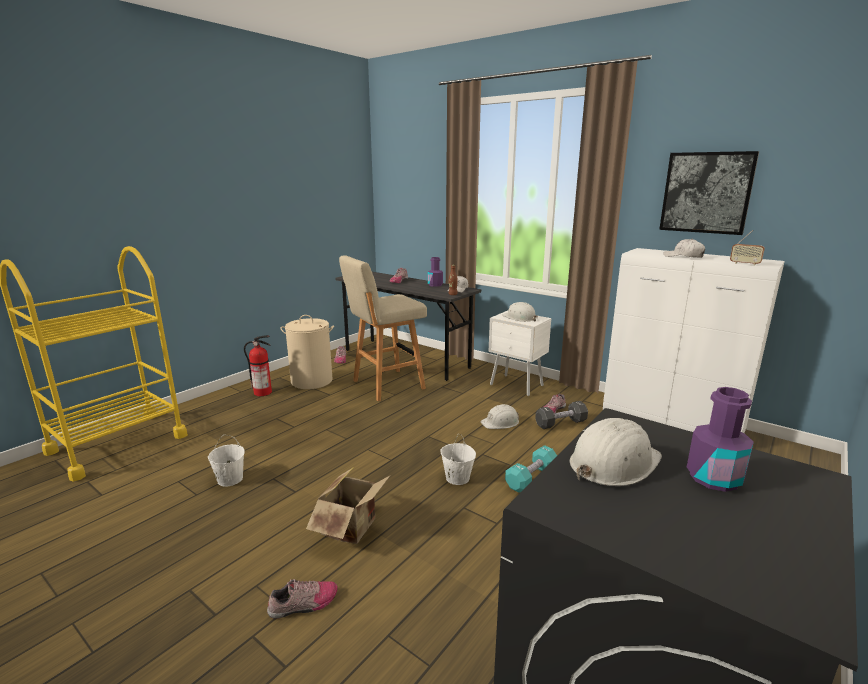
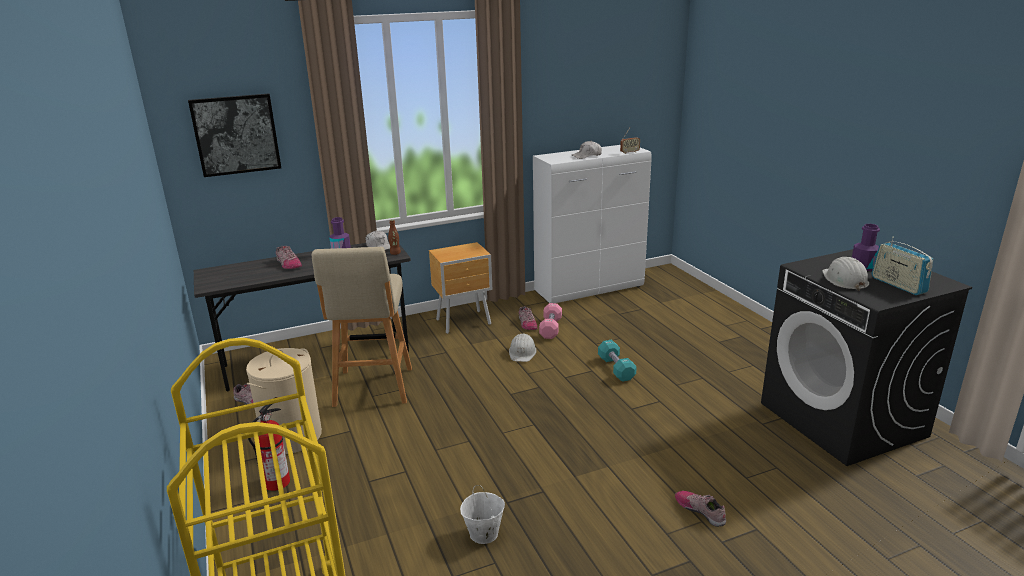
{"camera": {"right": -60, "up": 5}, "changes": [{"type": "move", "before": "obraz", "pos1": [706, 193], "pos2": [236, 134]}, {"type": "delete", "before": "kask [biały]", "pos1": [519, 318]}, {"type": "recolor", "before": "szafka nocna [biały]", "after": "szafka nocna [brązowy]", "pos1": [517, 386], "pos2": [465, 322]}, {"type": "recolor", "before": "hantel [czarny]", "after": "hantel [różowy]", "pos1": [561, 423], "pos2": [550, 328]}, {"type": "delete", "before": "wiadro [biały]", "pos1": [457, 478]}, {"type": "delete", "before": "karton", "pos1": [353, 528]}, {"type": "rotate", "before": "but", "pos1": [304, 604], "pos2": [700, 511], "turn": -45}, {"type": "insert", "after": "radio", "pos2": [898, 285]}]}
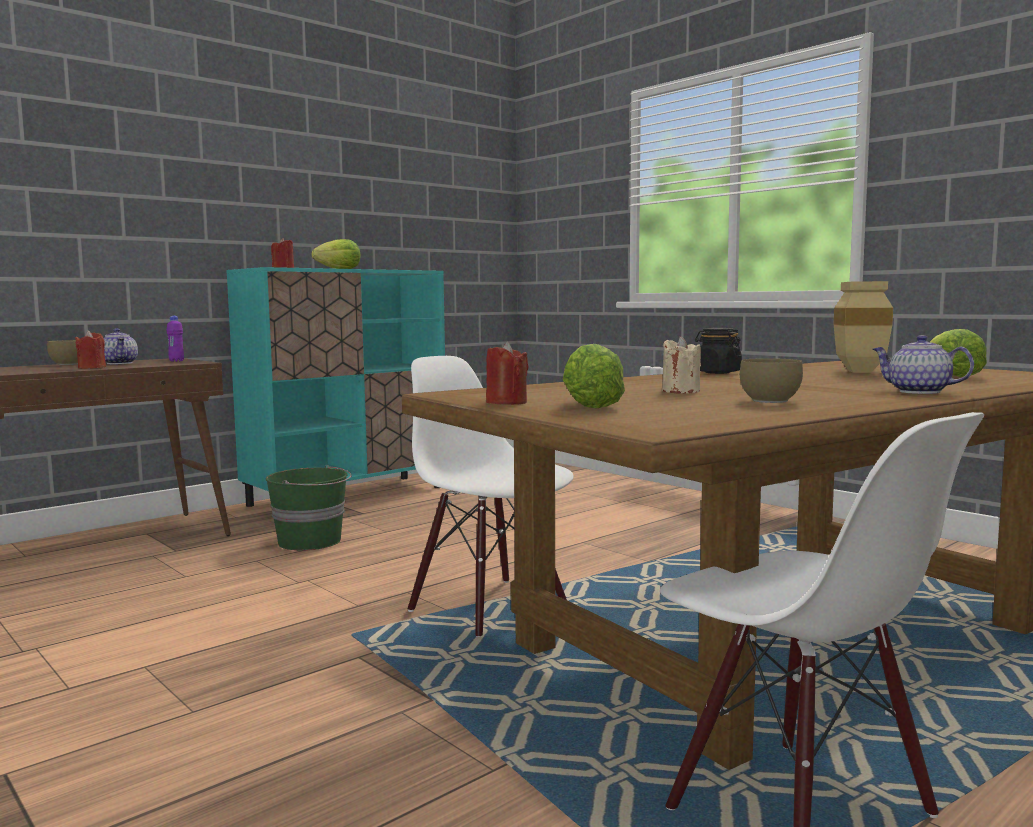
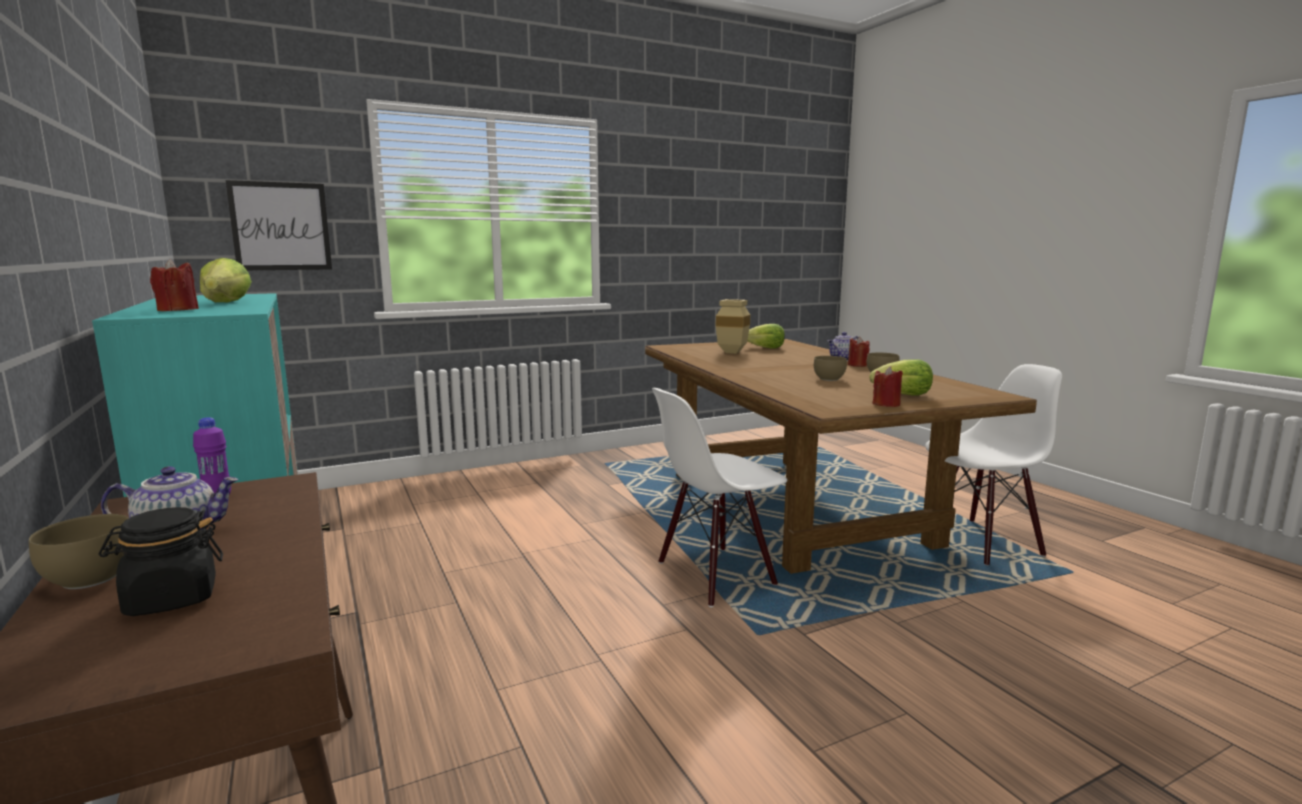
{"camera": {"right": -75, "up": 5}, "changes": [{"type": "move", "before": "słoik [czarny]", "pos1": [717, 372], "pos2": [171, 599]}, {"type": "move", "before": "świeca [czerwony]", "pos1": [92, 368], "pos2": [857, 365]}, {"type": "replace", "before": "świeca [beżowy]", "after": "miska [brązowy]", "pos1": [680, 391], "pos2": [829, 379]}, {"type": "delete", "before": "wiadro [zielony]", "pos1": [311, 541]}, {"type": "insert", "after": "obraz", "pos2": [281, 226]}]}
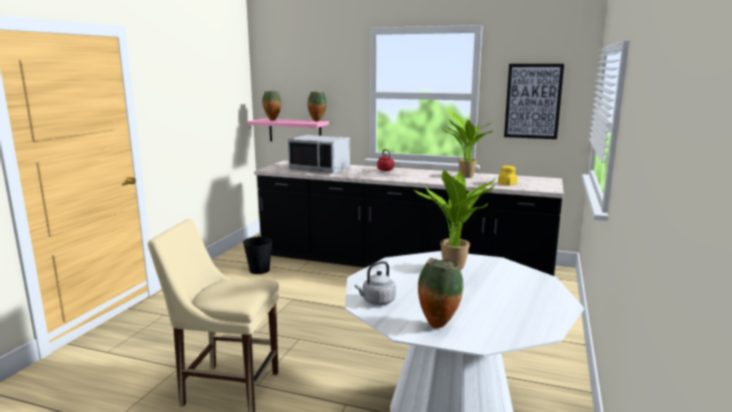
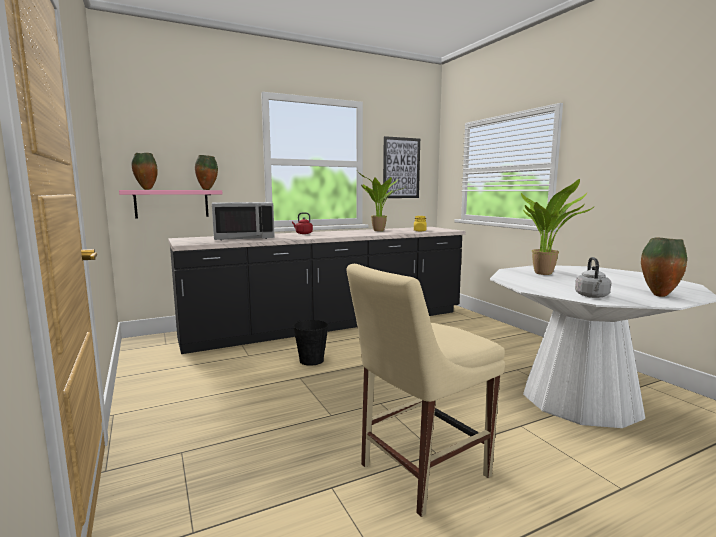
{"camera": {"right": -45, "up": -5}, "changes": [{"type": "move", "before": "wiadro [czarny]", "pos1": [259, 270], "pos2": [311, 360]}]}
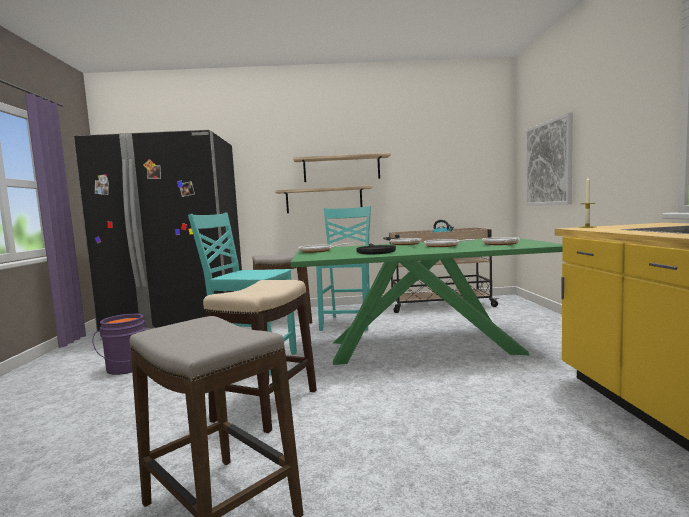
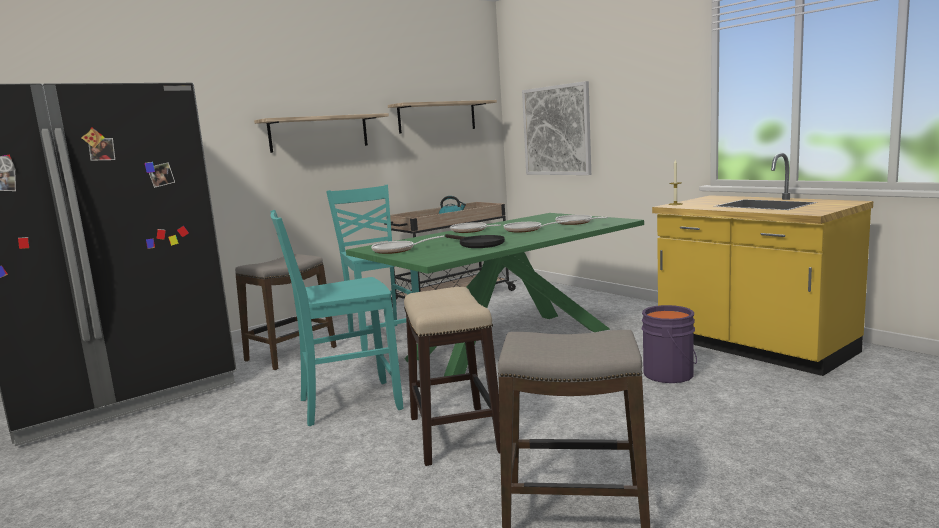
{"camera": {"right": -35, "up": 5}, "changes": [{"type": "move", "before": "półka", "pos1": [324, 200], "pos2": [437, 117]}, {"type": "move", "before": "wiadro [fioletowy]", "pos1": [128, 368], "pos2": [671, 374]}]}
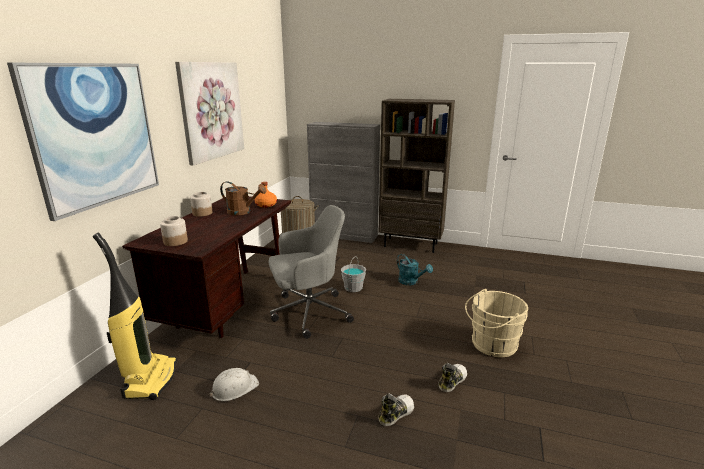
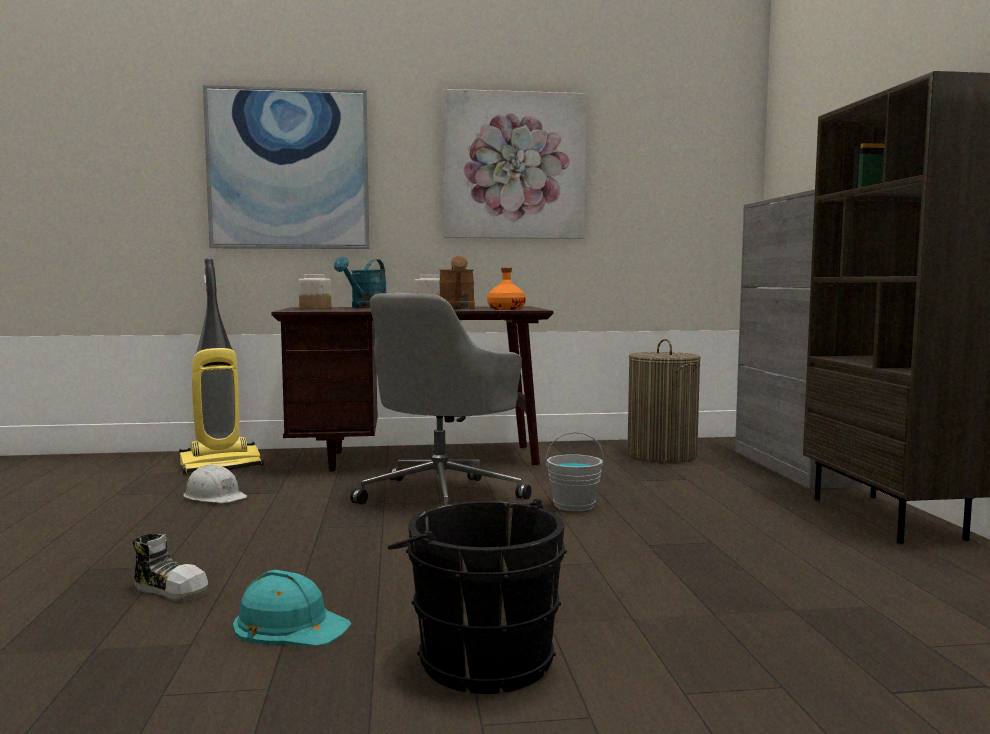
{"camera": {"right": 65, "up": -15}, "changes": [{"type": "rotate", "before": "krzesło biurowe [szary]", "pos1": [308, 313], "pos2": [442, 495], "turn": 75}, {"type": "move", "before": "konewka [turkusowy]", "pos1": [411, 282], "pos2": [365, 308]}, {"type": "recolor", "before": "wiadro [beżowy]", "after": "wiadro [czarny]", "pos1": [491, 344], "pos2": [480, 657]}, {"type": "replace", "before": "but", "after": "kask [turkusowy]", "pos1": [451, 381], "pos2": [290, 624]}]}
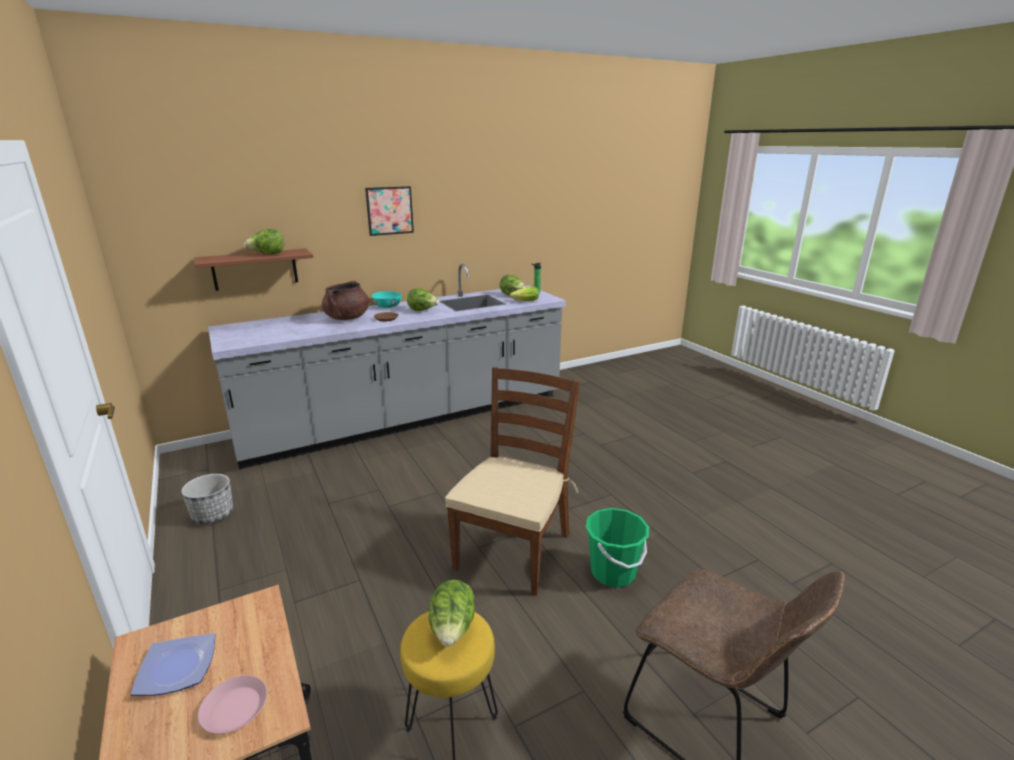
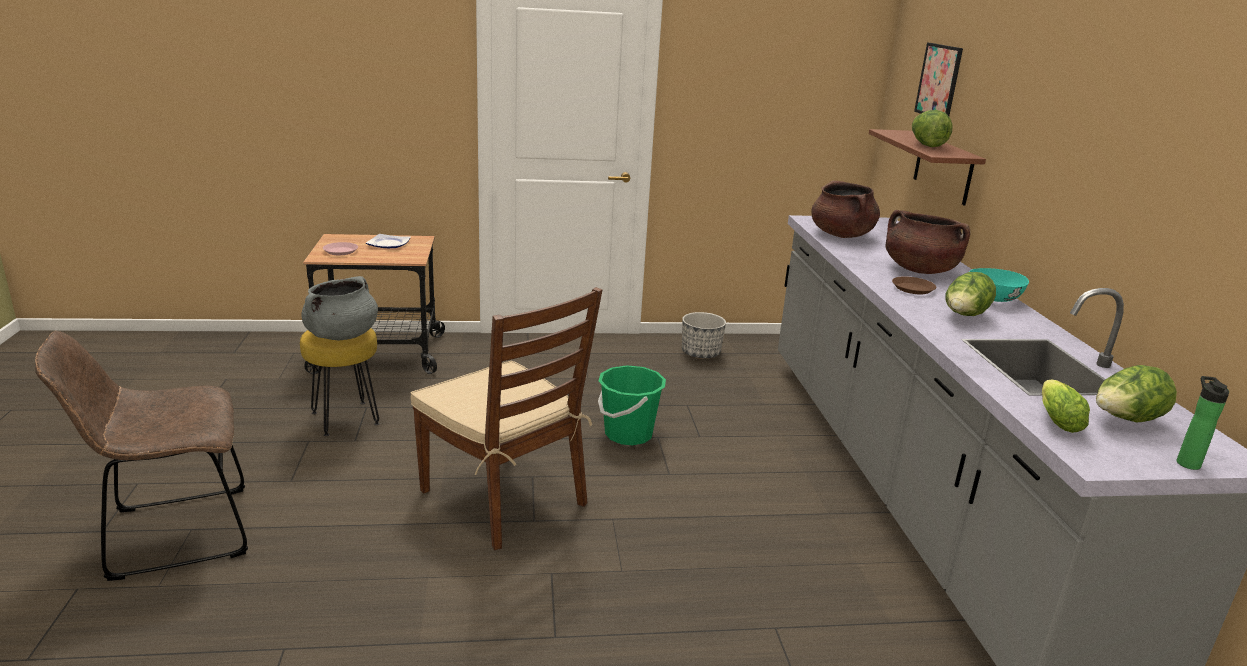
{"camera": {"right": 110, "up": 0}, "changes": [{"type": "move", "before": "obraz", "pos1": [389, 210], "pos2": [938, 81]}, {"type": "move", "before": "wiadro [zielony]", "pos1": [613, 572], "pos2": [628, 434]}, {"type": "replace", "before": "sałata", "after": "garnek [szary]", "pos1": [452, 630], "pos2": [341, 335]}, {"type": "insert", "after": "garnek [brązowy]", "pos2": [842, 235]}]}
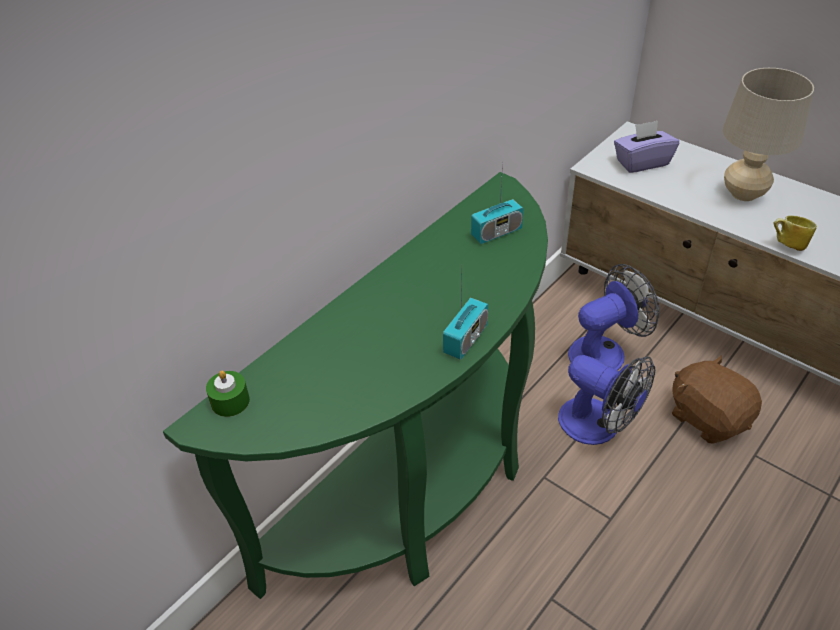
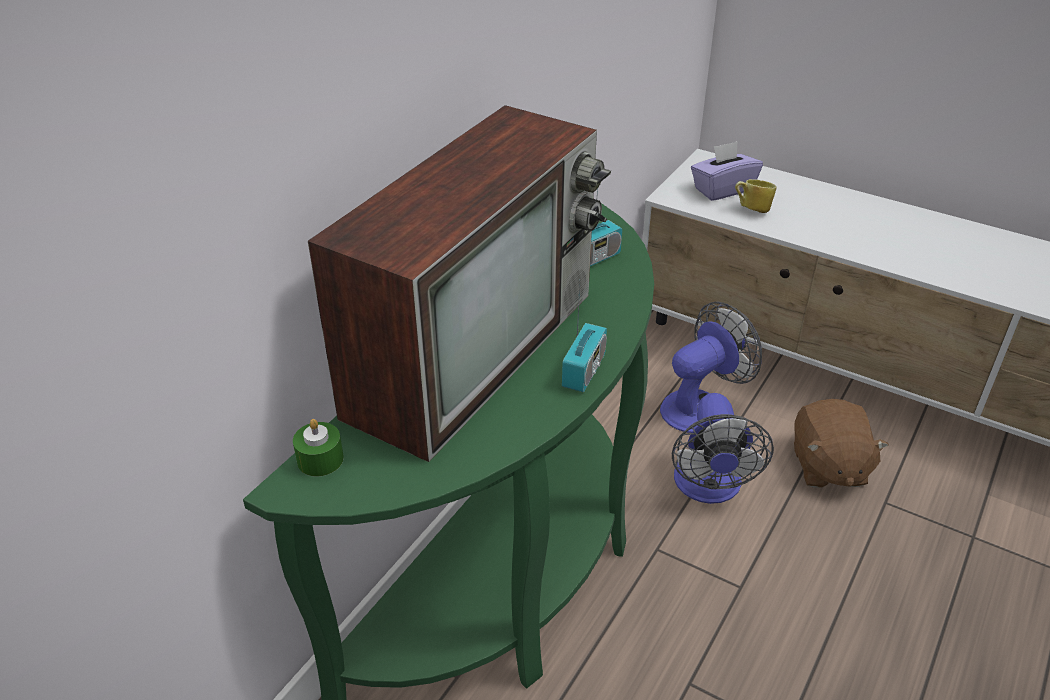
{"camera": {"right": -10, "up": -5}, "changes": [{"type": "delete", "before": "lampa stołowa [beżowy]", "pos1": [743, 194]}, {"type": "move", "before": "kubek", "pos1": [787, 245], "pos2": [751, 210]}, {"type": "rotate", "before": "wentylator", "pos1": [599, 426], "pos2": [709, 488], "turn": 60}, {"type": "rotate", "before": "pluszak [brązowy]", "pos1": [708, 417], "pos2": [827, 466], "turn": -135}, {"type": "insert", "after": "telewizor", "pos2": [474, 348]}]}
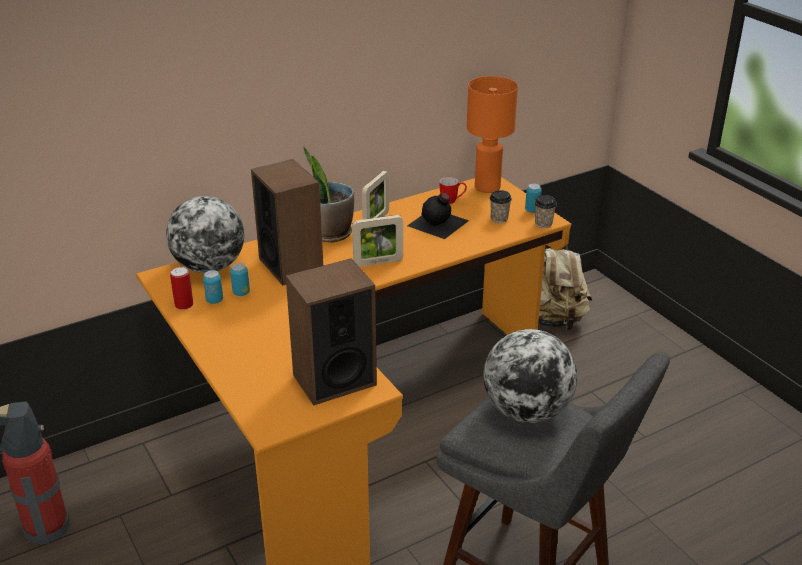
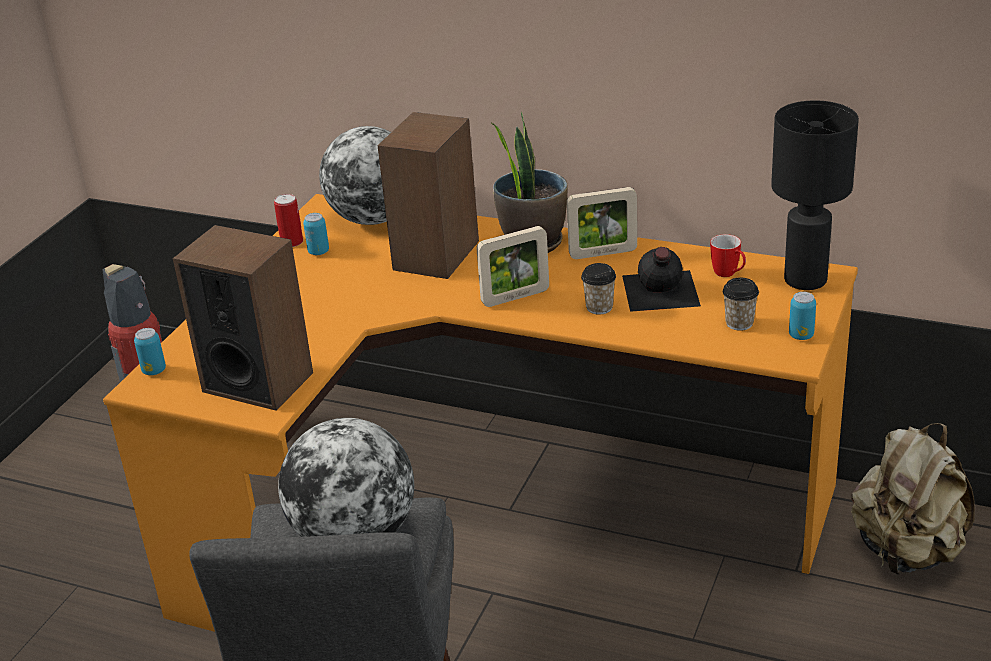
{"camera": {"right": 55, "up": 0}, "changes": [{"type": "recolor", "before": "lampa stołowa [pomarańczowy]", "after": "lampa stołowa [czarny]", "pos1": [486, 187], "pos2": [805, 279]}, {"type": "move", "before": "filiżanka", "pos1": [543, 224], "pos2": [599, 307]}, {"type": "rotate", "before": "ramka na zdjęcie", "pos1": [378, 262], "pos2": [515, 297], "turn": -60}, {"type": "move", "before": "puszka", "pos1": [241, 293], "pos2": [154, 370]}]}
